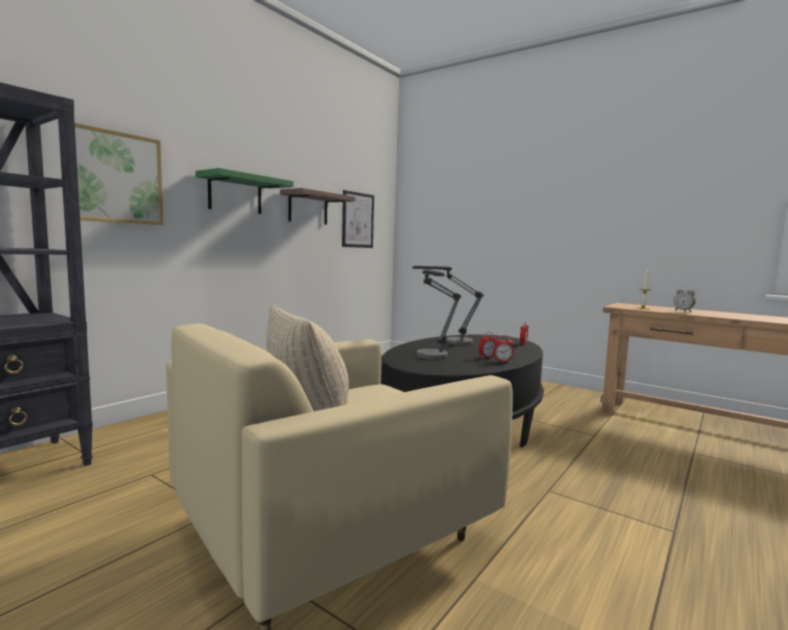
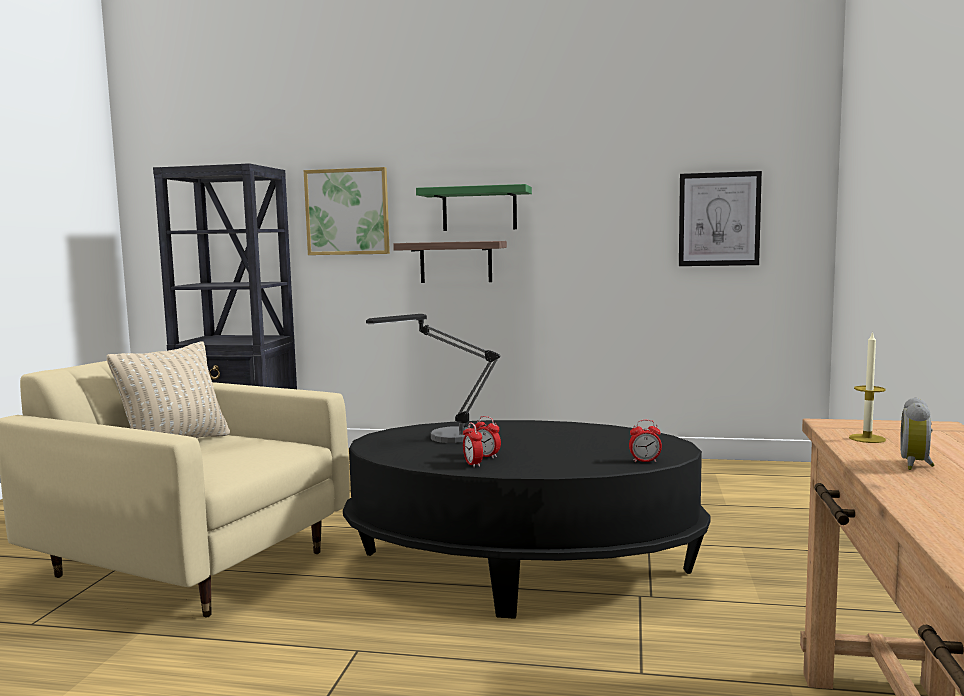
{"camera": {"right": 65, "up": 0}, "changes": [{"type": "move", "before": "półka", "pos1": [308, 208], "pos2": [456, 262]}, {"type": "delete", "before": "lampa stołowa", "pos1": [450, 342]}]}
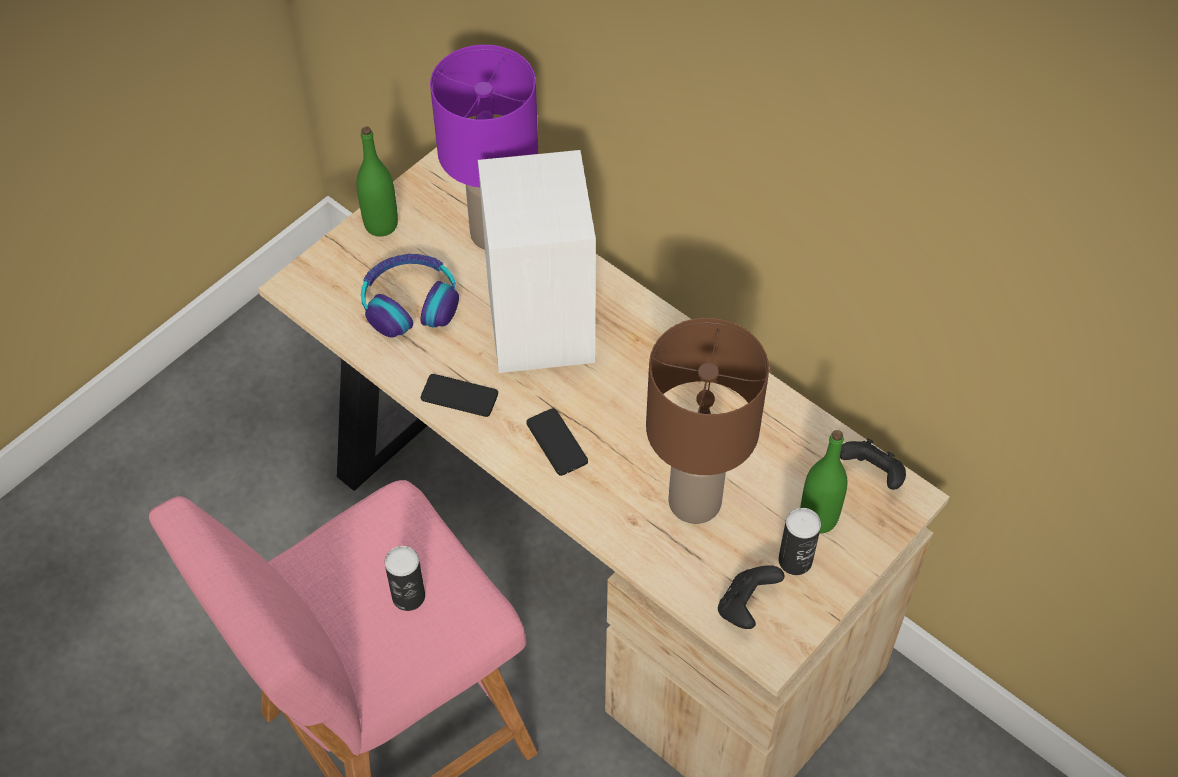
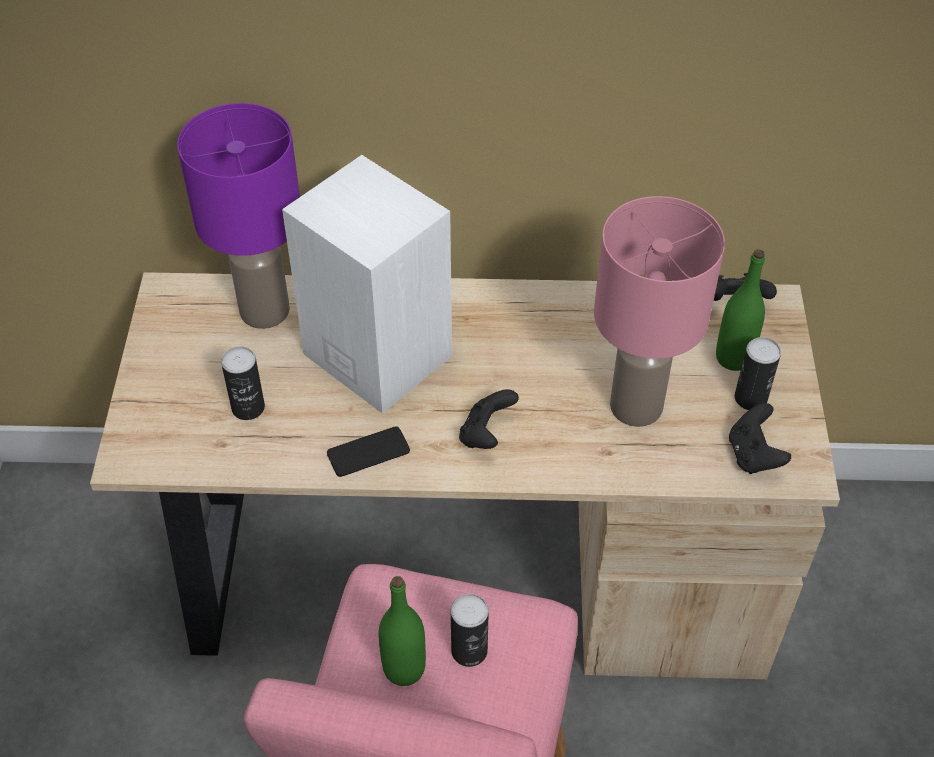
{"camera": {"right": -40, "up": -5}, "changes": [{"type": "move", "before": "butelka [zielony]", "pos1": [381, 225], "pos2": [404, 668]}, {"type": "replace", "before": "słuchawki", "after": "puszka", "pos1": [410, 303], "pos2": [248, 407]}, {"type": "recolor", "before": "lampa stołowa [brązowy]", "after": "lampa stołowa [różowy]", "pos1": [695, 502], "pos2": [638, 406]}, {"type": "replace", "before": "telefon", "after": "pad do gier [czarny]", "pos1": [557, 442], "pos2": [486, 434]}]}
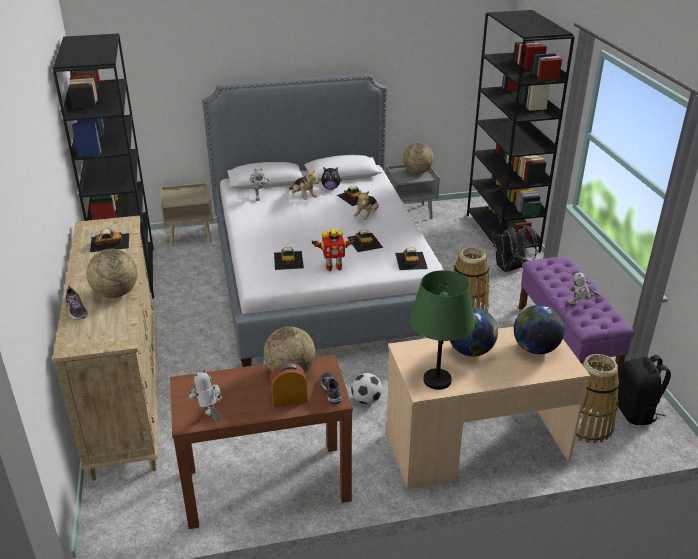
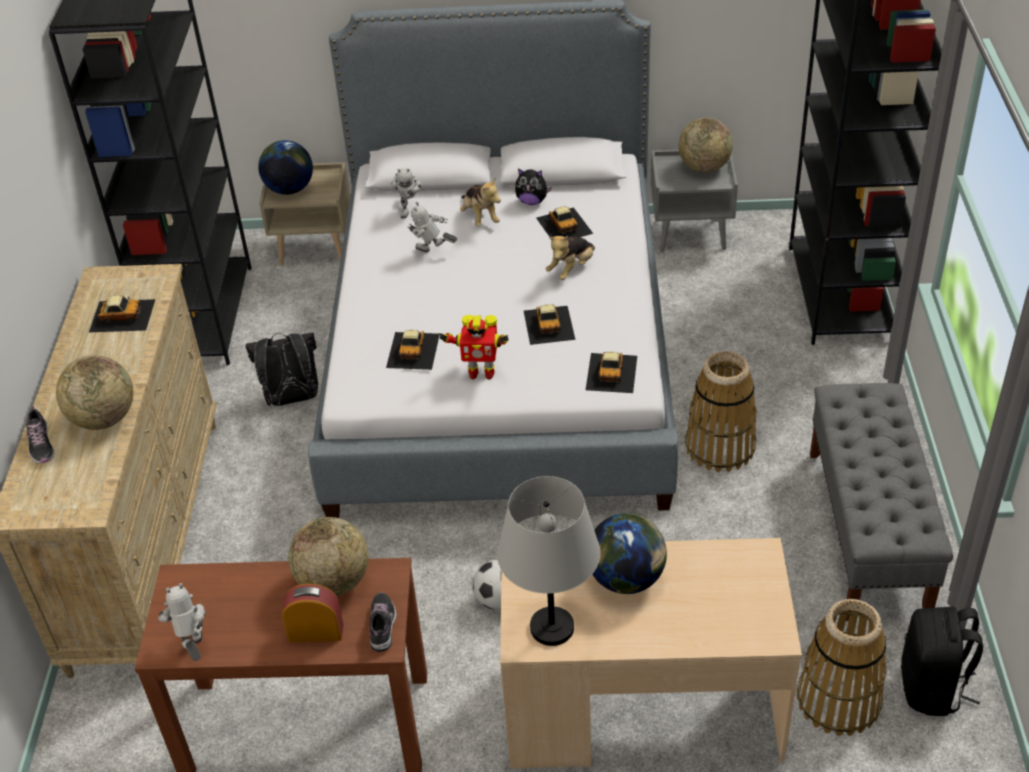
{"camera": {"right": 15, "up": 10}, "changes": [{"type": "move", "before": "plecak [czarny]", "pos1": [510, 269], "pos2": [292, 399]}, {"type": "recolor", "before": "ławka [fioletowy]", "after": "ławka [szary]", "pos1": [566, 341], "pos2": [867, 532]}, {"type": "recolor", "before": "lampa stołowa [zielony]", "after": "lampa stołowa [szary]", "pos1": [437, 380], "pos2": [551, 627]}, {"type": "move", "before": "robot zabawkowy", "pos1": [579, 306], "pos2": [432, 253]}, {"type": "move", "before": "globus", "pos1": [535, 348], "pos2": [289, 189]}]}
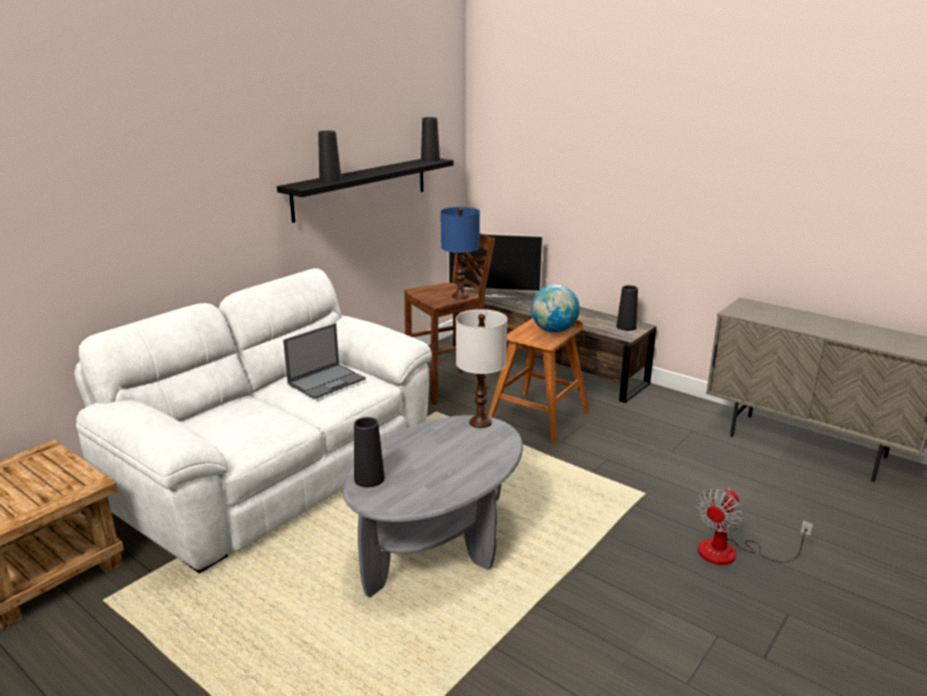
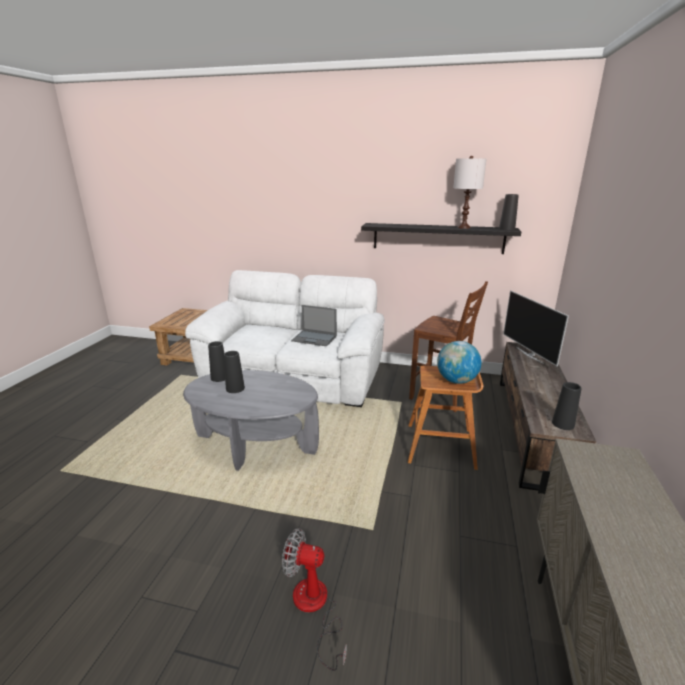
{"camera": {"right": 65, "up": 0}, "changes": [{"type": "move", "before": "wazon [czarny]", "pos1": [330, 179], "pos2": [235, 388]}, {"type": "delete", "before": "lampa stołowa [niebieski]", "pos1": [460, 296]}, {"type": "move", "before": "lampa stołowa [biały]", "pos1": [480, 422], "pos2": [463, 227]}]}
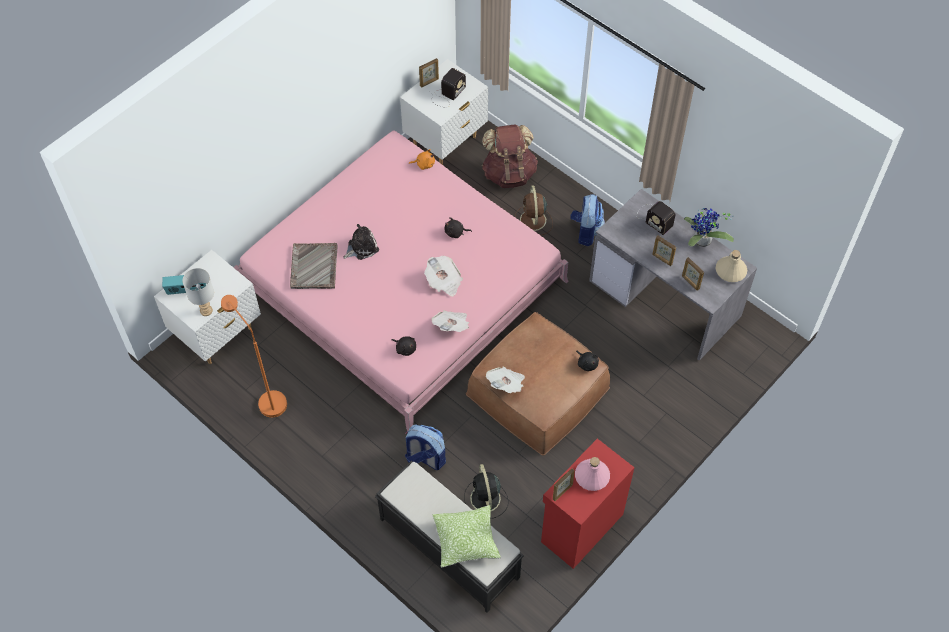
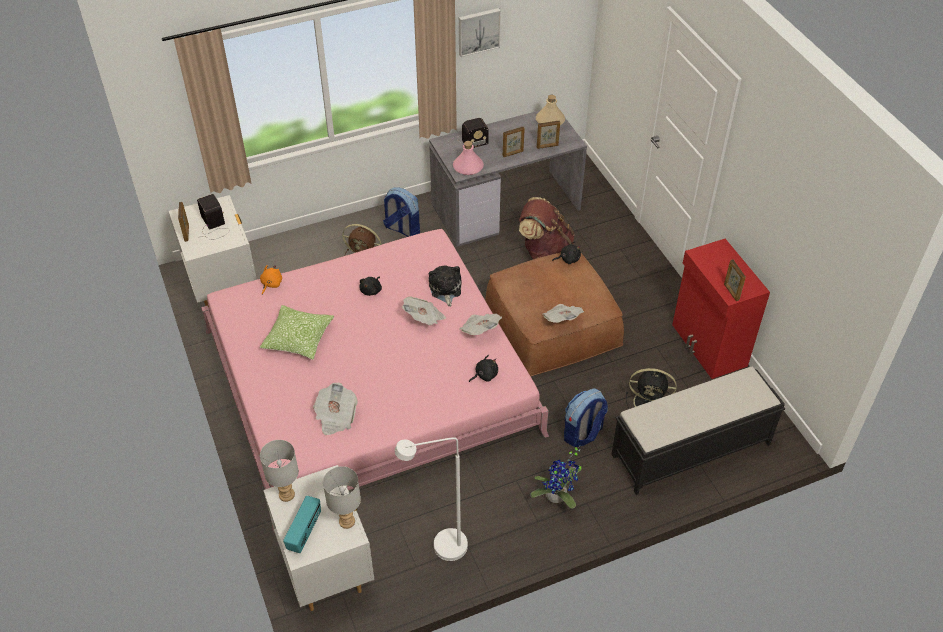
{"camera": {"right": -65, "up": -10}, "changes": [{"type": "move", "before": "plecak [brązowy]", "pos1": [509, 173], "pos2": [544, 251]}, {"type": "move", "before": "roślina doniczkowa", "pos1": [701, 243], "pos2": [558, 498]}, {"type": "move", "before": "pluszak", "pos1": [361, 247], "pos2": [445, 289]}, {"type": "replace", "before": "taca [szary]", "after": "gazeta", "pos1": [314, 267], "pos2": [335, 417]}, {"type": "recolor", "before": "lampa stojąca [pomarańczowy]", "after": "lampa stojąca [biały]", "pos1": [267, 399], "pos2": [441, 549]}, {"type": "move", "before": "butelka [różowy]", "pos1": [592, 476], "pos2": [468, 167]}, {"type": "move", "before": "poduszka", "pos1": [466, 540], "pos2": [298, 338]}, {"type": "insert", "after": "obraz", "pos2": [478, 31]}, {"type": "insert", "after": "lampa stołowa [szary]", "pos2": [287, 495]}]}
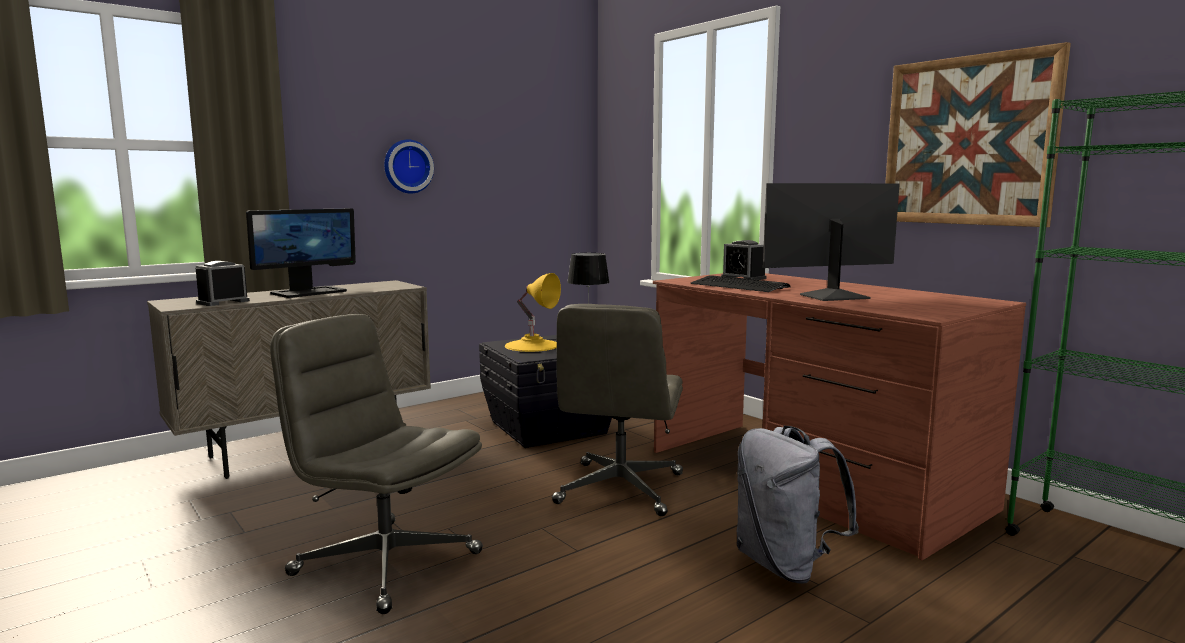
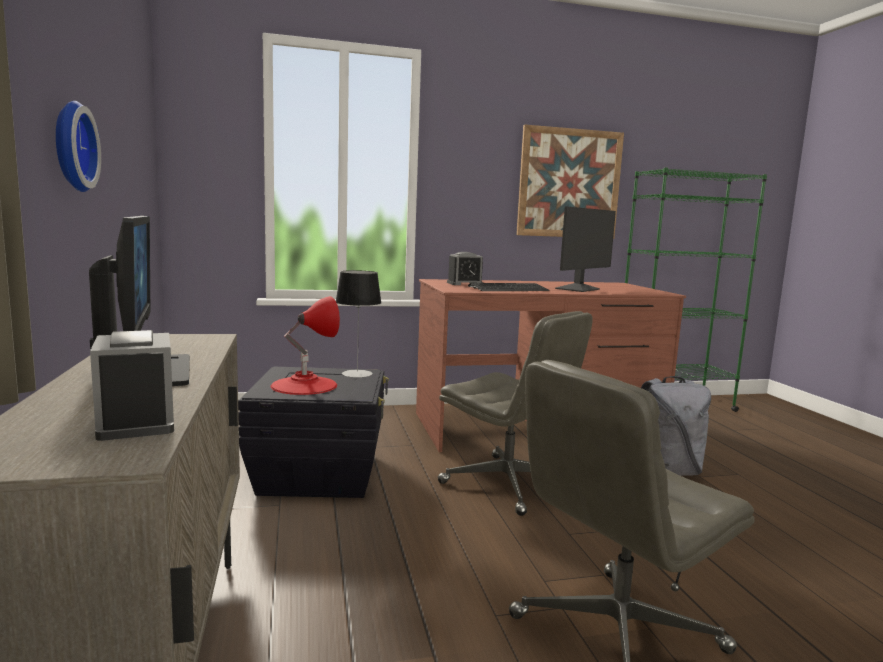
{"camera": {"right": -65, "up": 0}, "changes": [{"type": "rotate", "before": "monitor", "pos1": [833, 296], "pos2": [579, 289], "turn": -150}, {"type": "recolor", "before": "lampa stołowa [żółty]", "after": "lampa stołowa [czerwony]", "pos1": [532, 345], "pos2": [304, 385]}]}
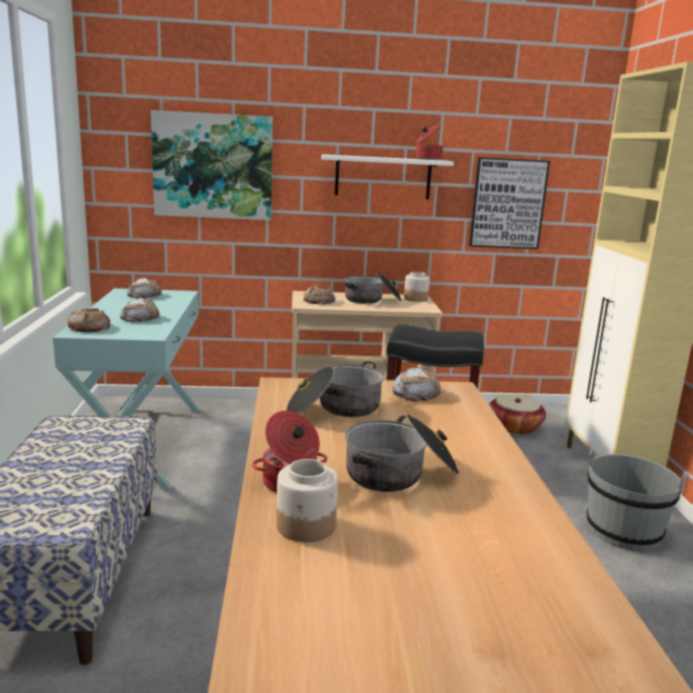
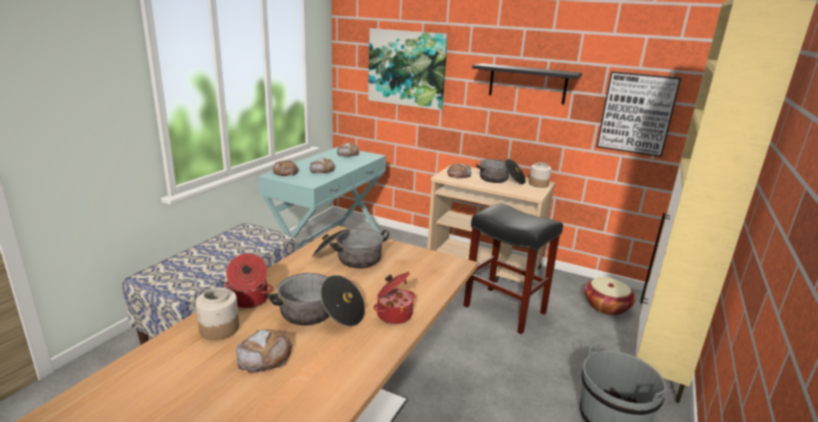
{"camera": {"right": 30, "up": 5}, "changes": [{"type": "move", "before": "garnek", "pos1": [427, 159], "pos2": [393, 314]}, {"type": "recolor", "before": "półka [biały]", "after": "półka [czarny]", "pos1": [383, 177], "pos2": [527, 83]}, {"type": "move", "before": "chleb", "pos1": [415, 392], "pos2": [264, 355]}]}
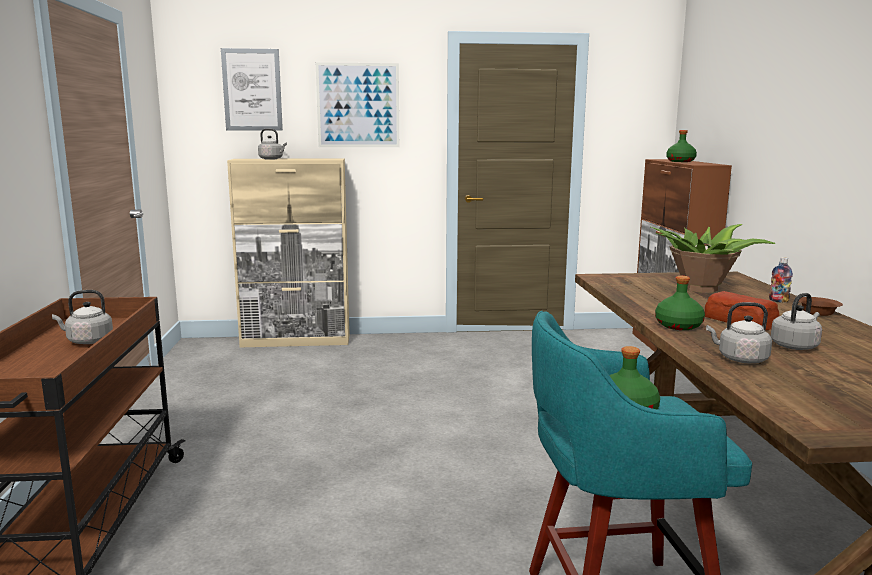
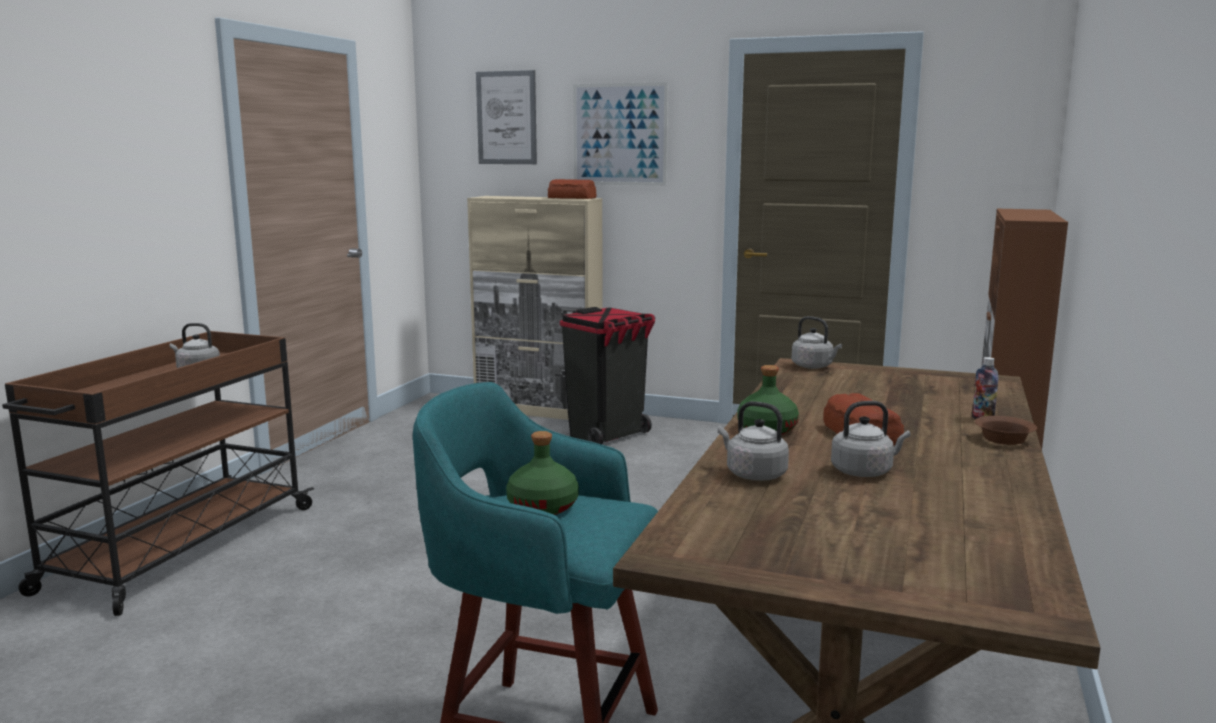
{"camera": {"right": 25, "up": 0}, "changes": [{"type": "move", "before": "czajnik [szary]", "pos1": [272, 159], "pos2": [814, 366]}, {"type": "delete", "before": "butelka [zielony]", "pos1": [680, 161]}, {"type": "delete", "before": "roślina doniczkowa", "pos1": [703, 289]}, {"type": "insert", "after": "chleb", "pos2": [572, 198]}, {"type": "insert", "after": "kosz na śmieci [czarny]", "pos2": [607, 435]}]}
